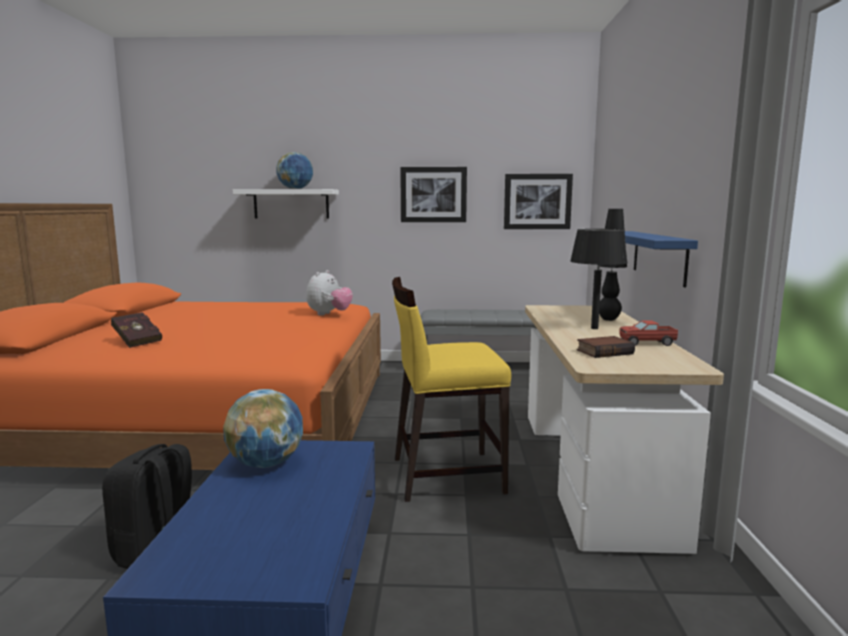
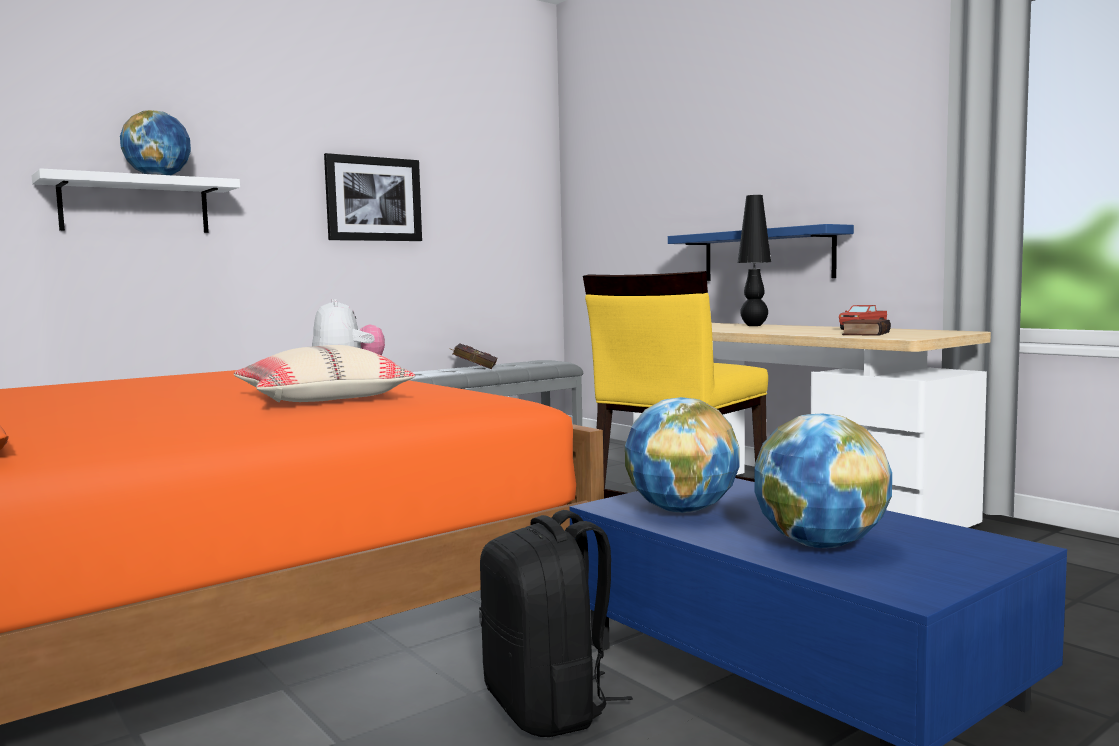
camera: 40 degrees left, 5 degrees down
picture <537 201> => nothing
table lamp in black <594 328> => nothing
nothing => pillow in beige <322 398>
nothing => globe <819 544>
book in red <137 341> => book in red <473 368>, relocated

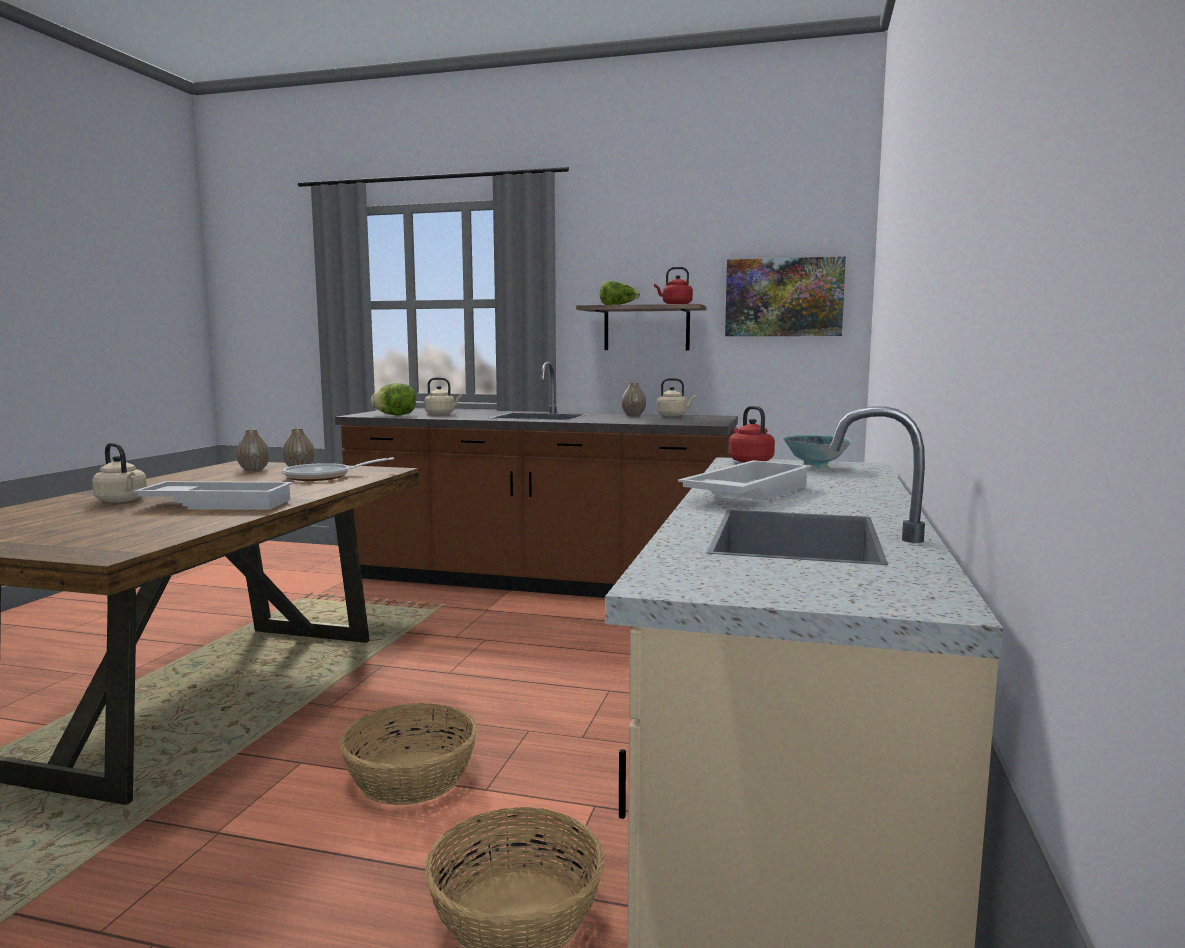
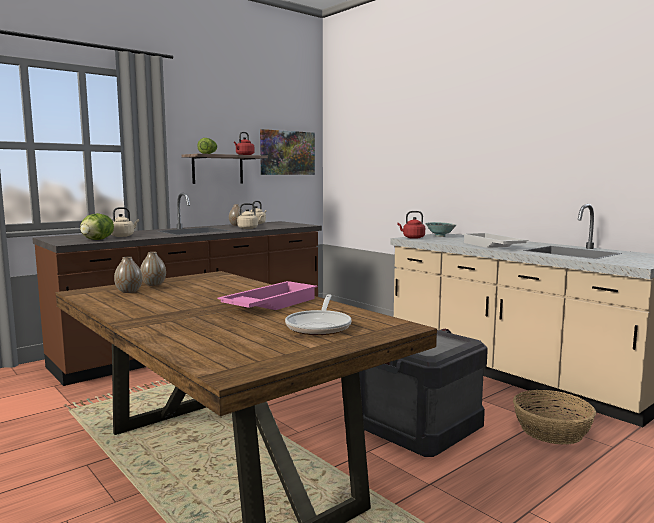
camera: 55 degrees left, 0 degrees up
kettle in beige <122 500> => kettle in beige <249 228>, relocated
frying pan <324 477> => frying pan <319 326>, relocated
basket <410 777> => crate <417 428>
tray in white <219 504> => tray in pink <269 304>

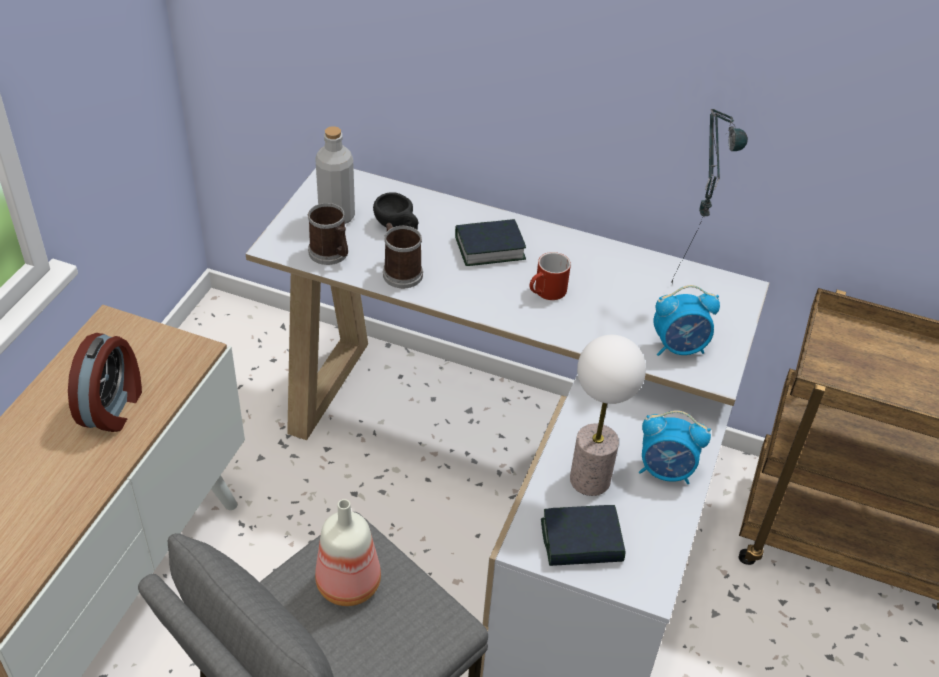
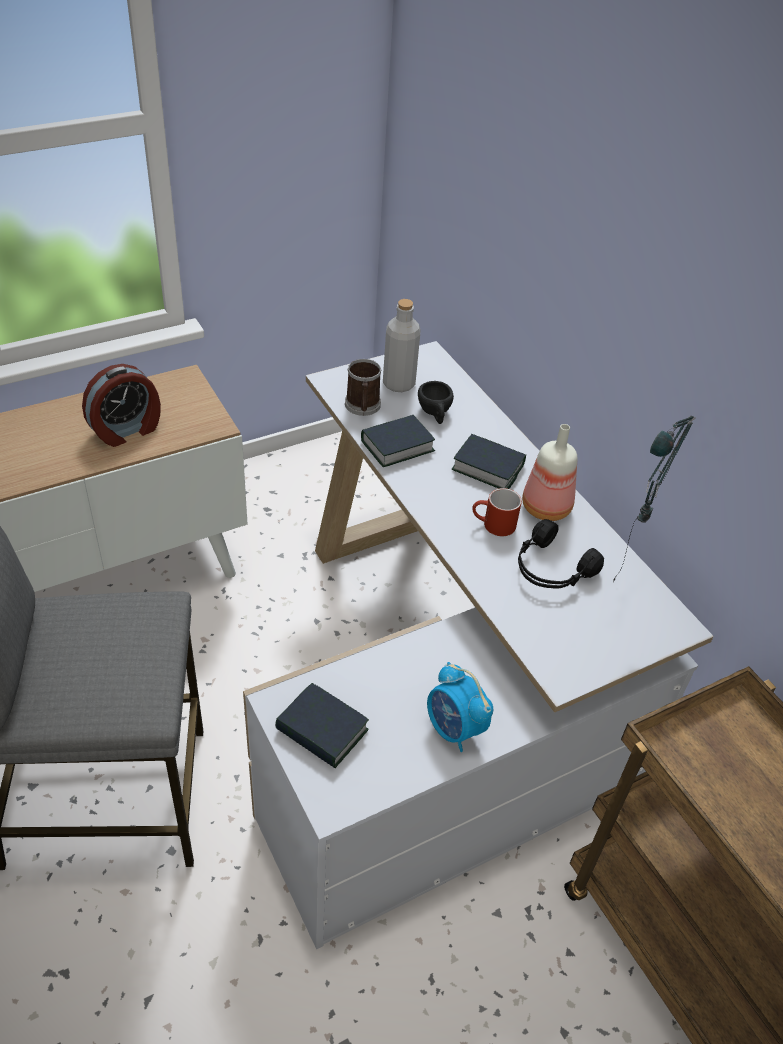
camera: 40 degrees right, 0 degrees up
table lamp <590 480> => nothing
alarm clock <679 347> => nothing
nothing => headphones in black <551 569>
bottle <348 581> => bottle <546 507>, relocated
mug <400 272> => book <397 446>

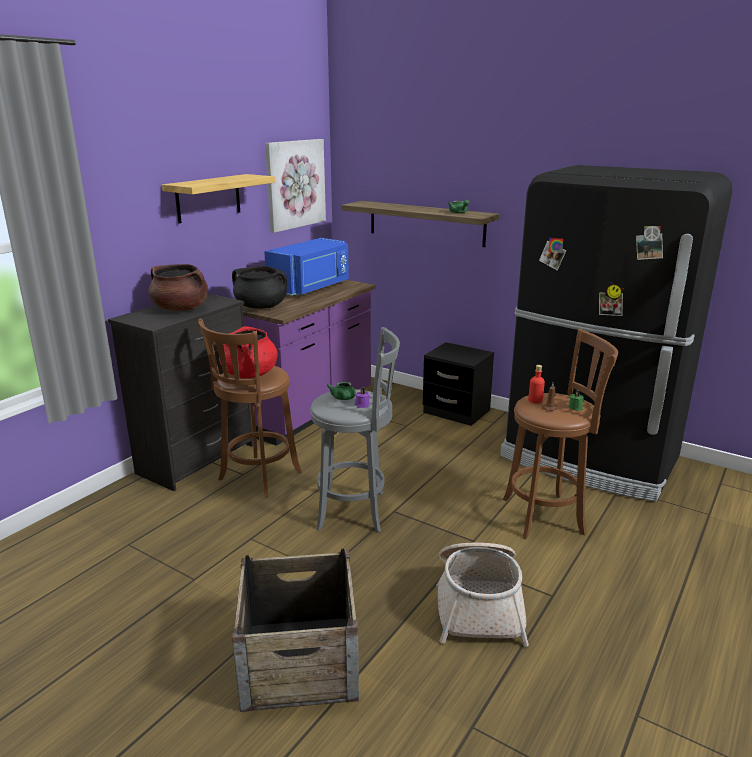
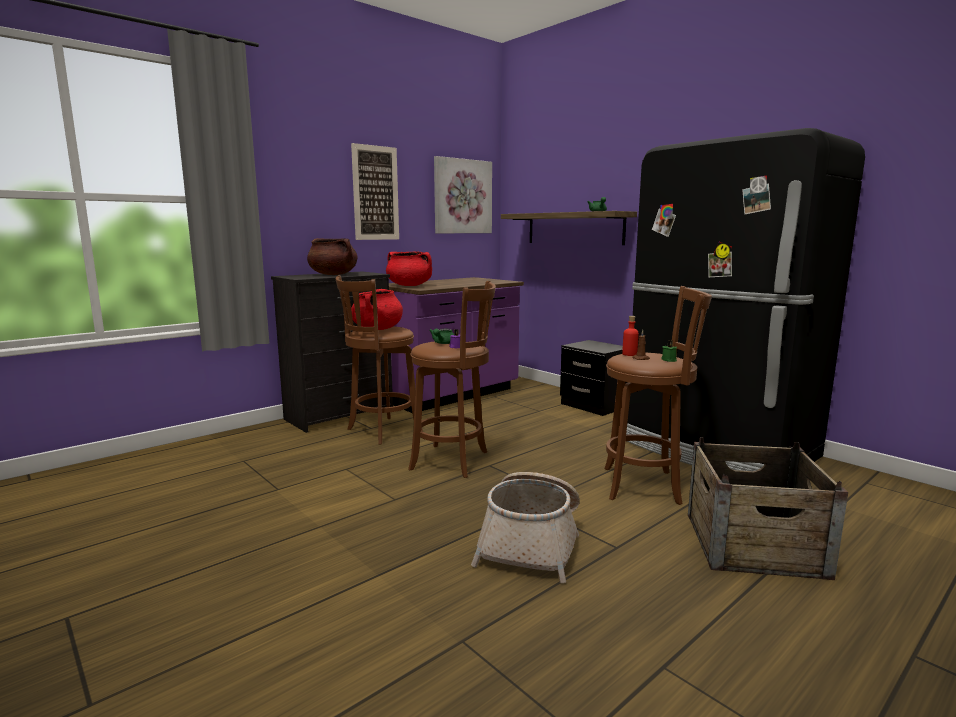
camera: 15 degrees right, 10 degrees down
microwave in blue <311 288> => nothing
crate <300 661> => crate <754 544>, relocated
shelf <208 198> => picture <375 193>
cooking pot in black <261 307> => cooking pot in red <410 285>
stool in grey <356 511> => stool in brown <453 461>

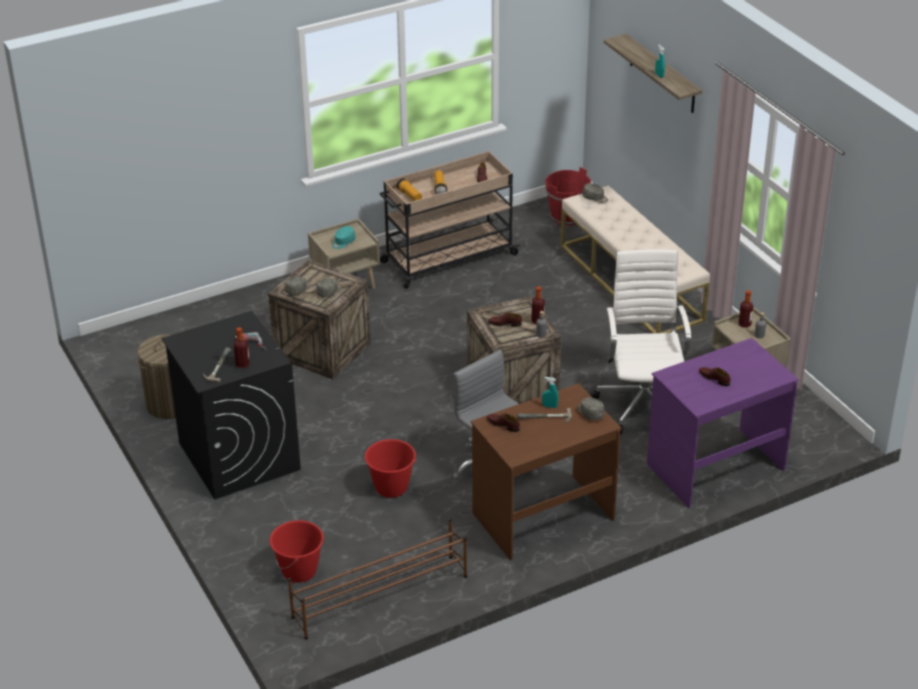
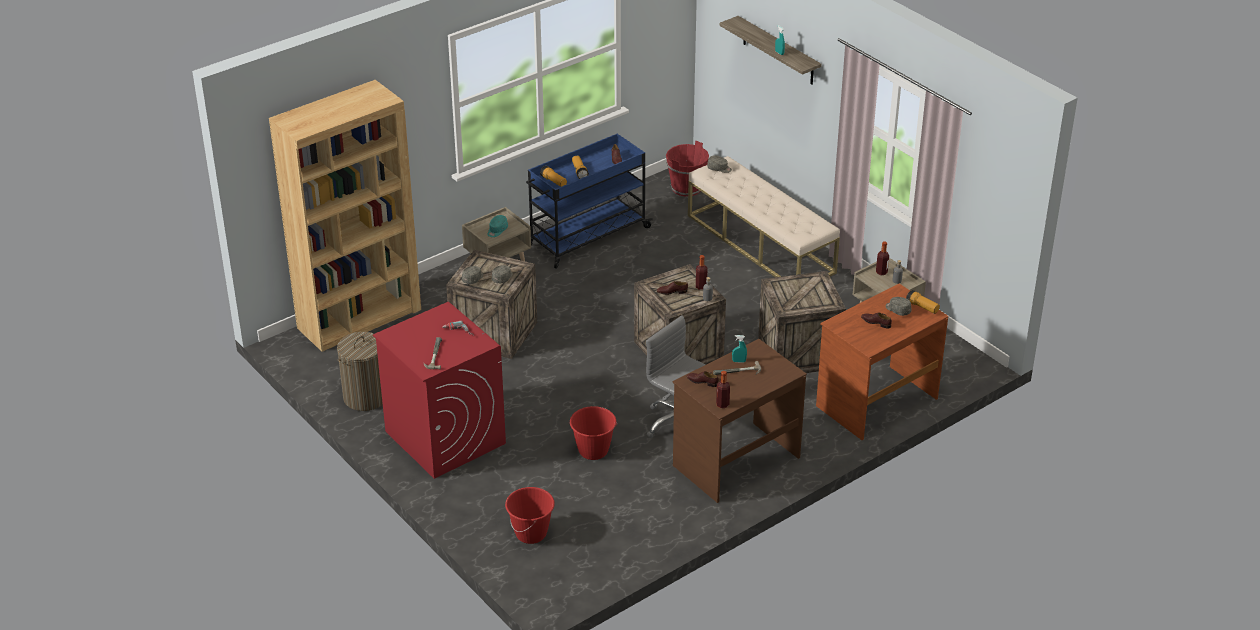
camera: 10 degrees left, 0 degrees up
shoe rack in brown <379 596> => nothing
nothing => bookcase in brown <360 318>
nothing => flashlight <922 307>
bottle <242 364> => bottle <722 404>, relocated
cap in grey <590 413> => cap in grey <897 310>, relocated
office chair in white <643 403> => crate <799 352>
washing machine in black <238 456> => washing machine in red <444 437>
cart in beige <447 258> => cart in blue <586 237>
desk in purple <715 466> => desk in brown <876 401>

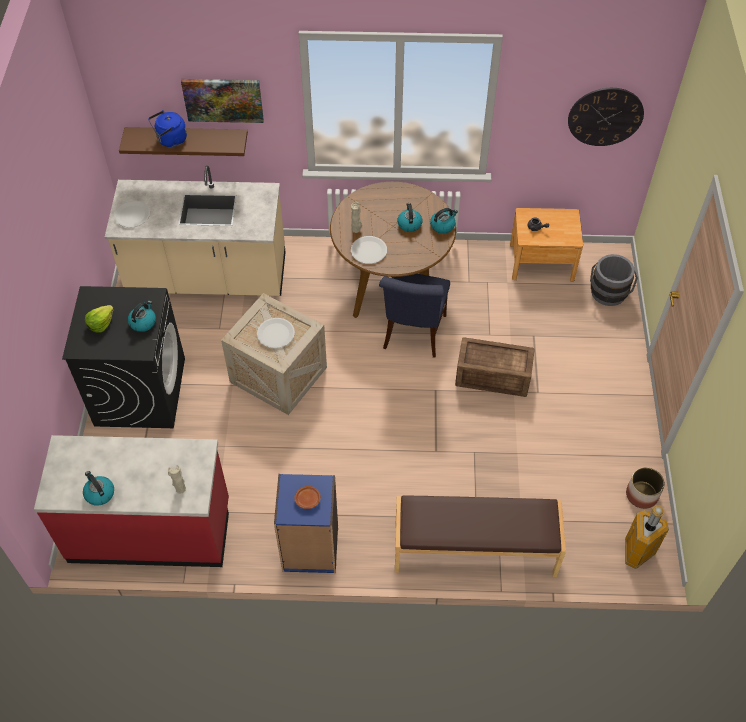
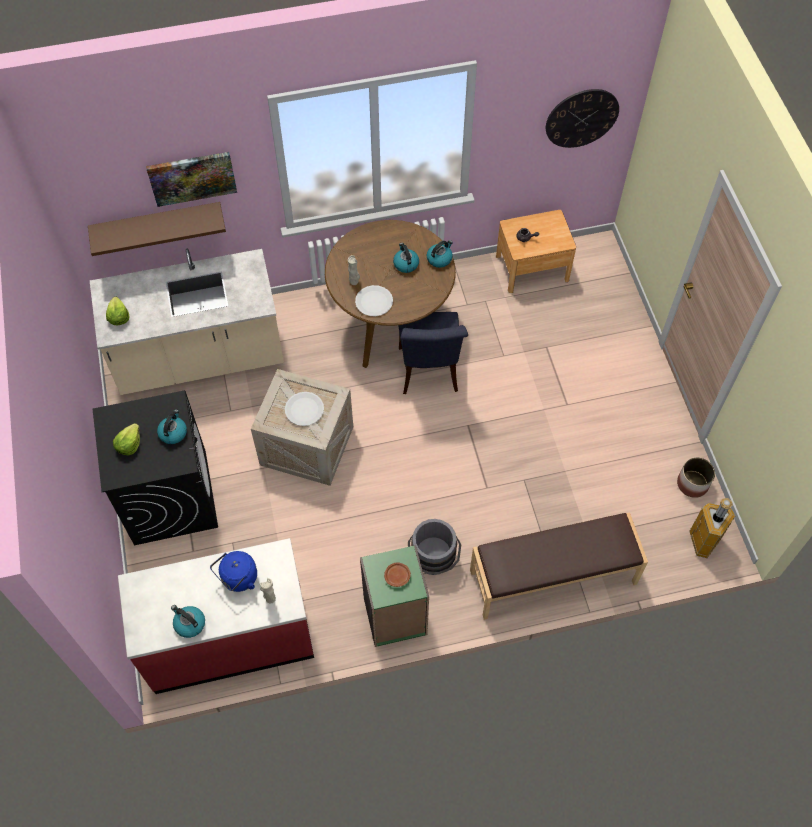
camera: 15 degrees left, 5 degrees up
crate <491 376> => nothing
kettle in blue <170 140> => kettle in blue <238 579>, relocated
bucket in grey <608 295> => bucket in grey <433 560>, relocated
plate in white <132 215> => lettuce <118 317>
bookcase in blue <310 549> => bookcase in green <395 617>

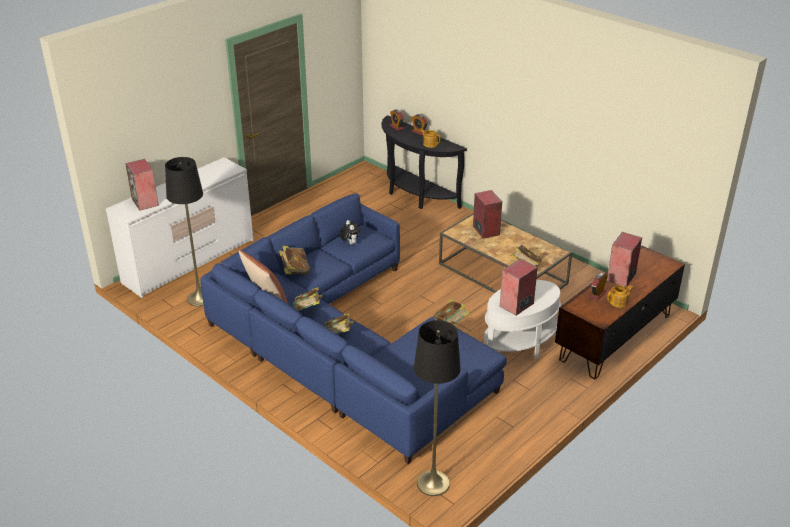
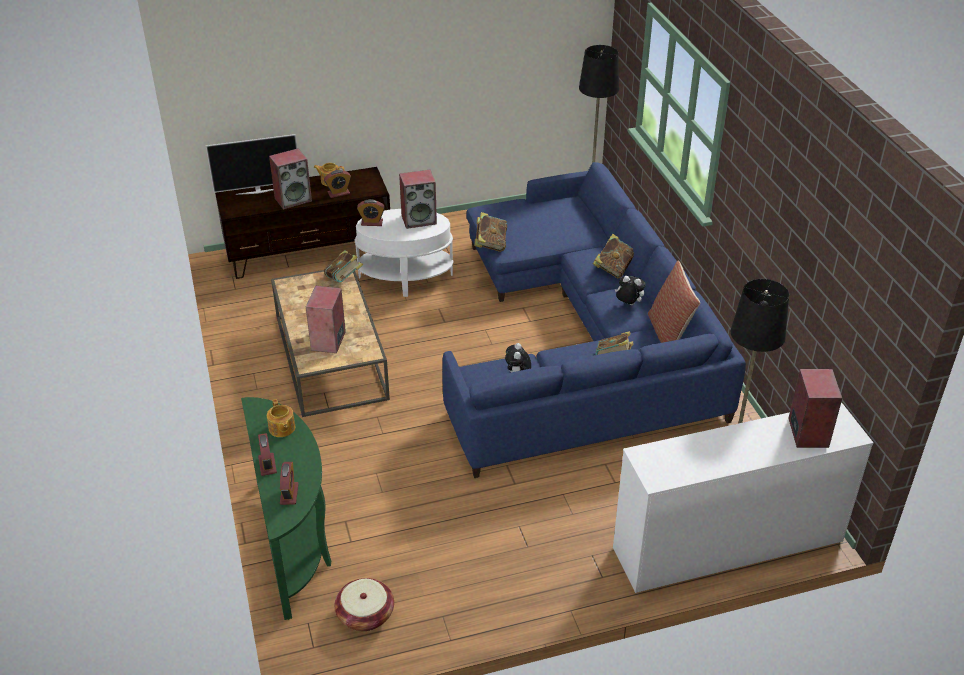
camera: 150 degrees left, 5 degrees up
nothing => television <258 191>
nothing => basket <365 615>
nothing => alarm clock <372 223>
book <308 310> => plush toy <628 304>
console table in black <415 195> => console table in green <295 543>

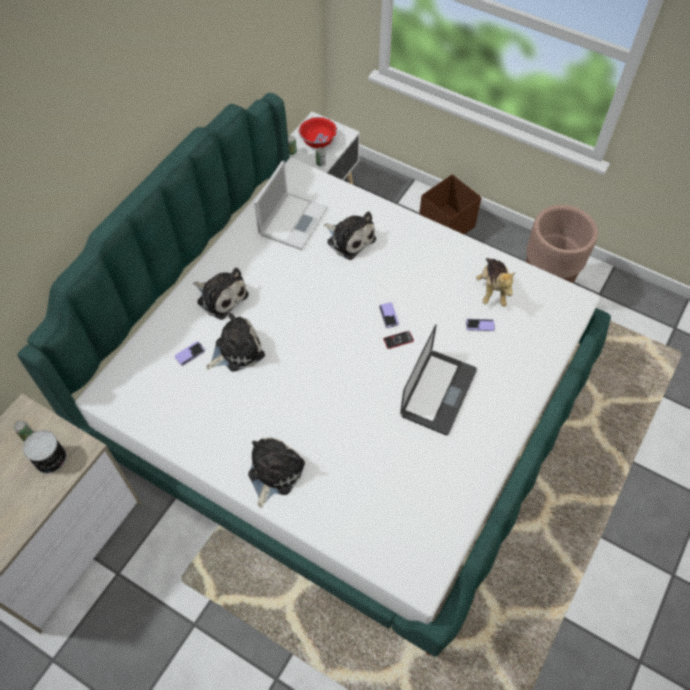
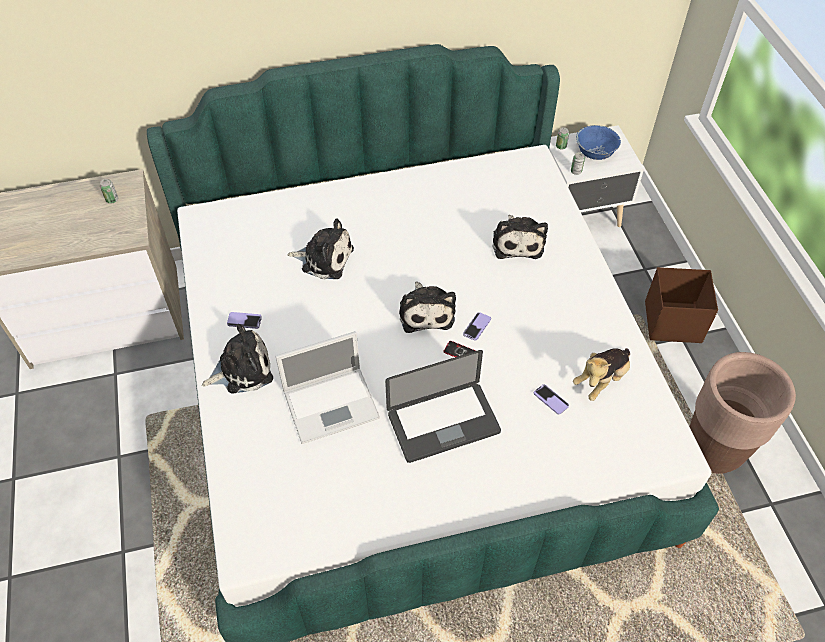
camera: 45 degrees right, 5 degrees down
can <50 459> => nothing
phone <190 354> => phone <244 321>, relocated
plush toy <221 297> => plush toy <426 311>, relocated
laptop <293 220> => laptop <333 404>, relocated
bowl in red <318 141> => bowl in blue <595 152>

